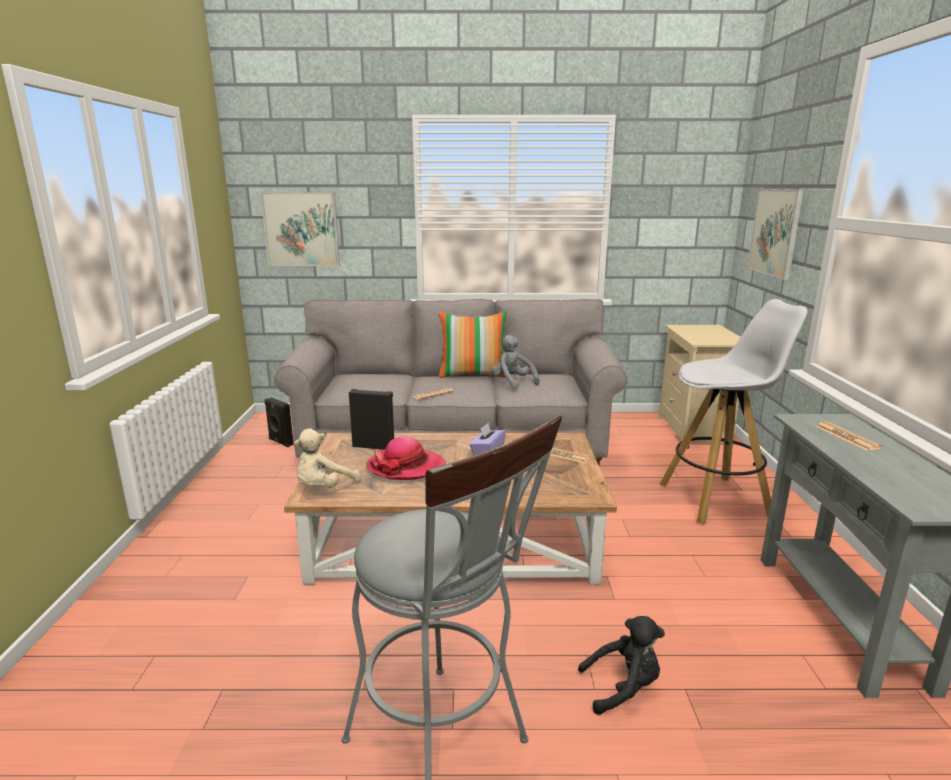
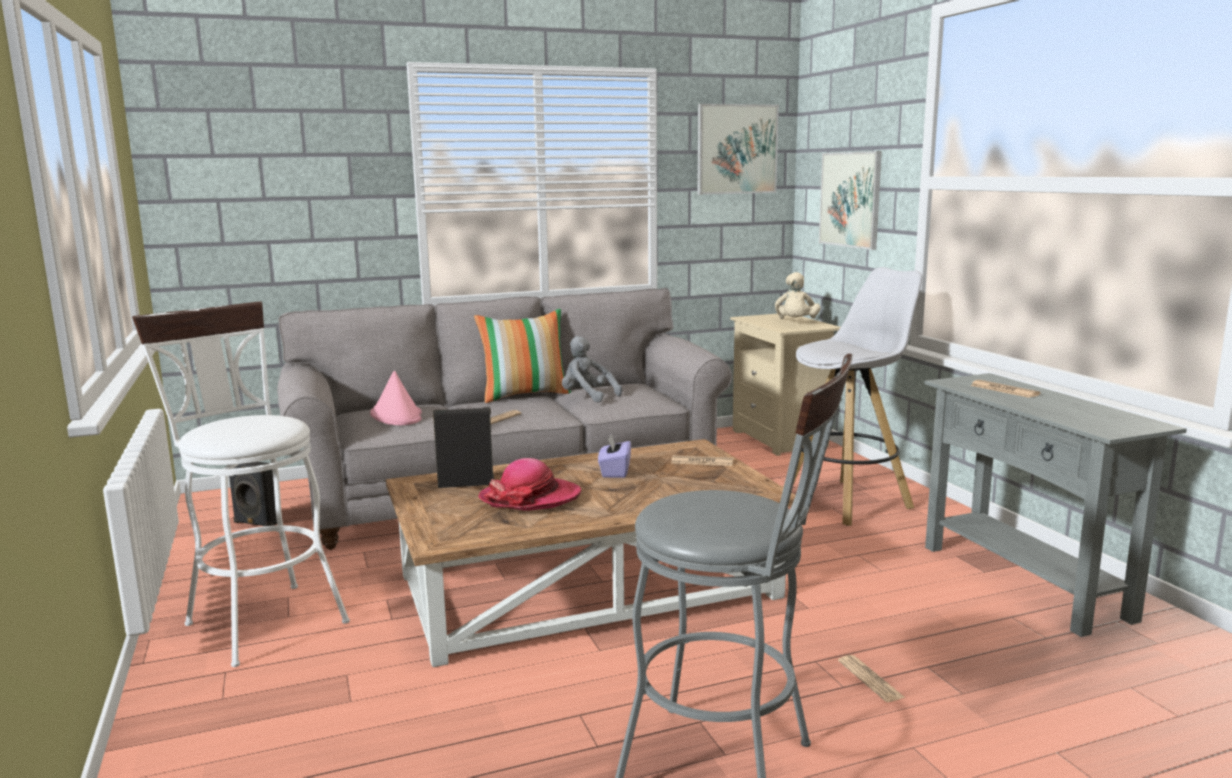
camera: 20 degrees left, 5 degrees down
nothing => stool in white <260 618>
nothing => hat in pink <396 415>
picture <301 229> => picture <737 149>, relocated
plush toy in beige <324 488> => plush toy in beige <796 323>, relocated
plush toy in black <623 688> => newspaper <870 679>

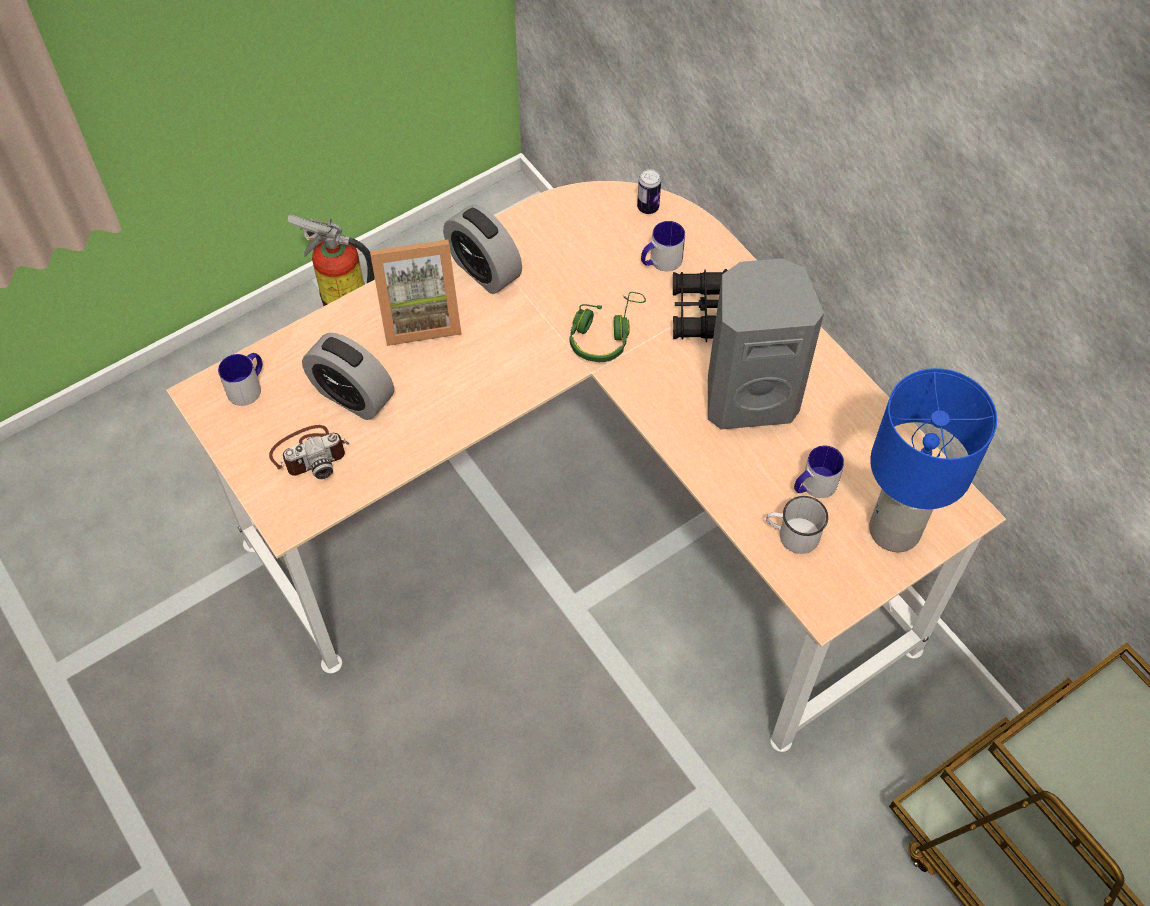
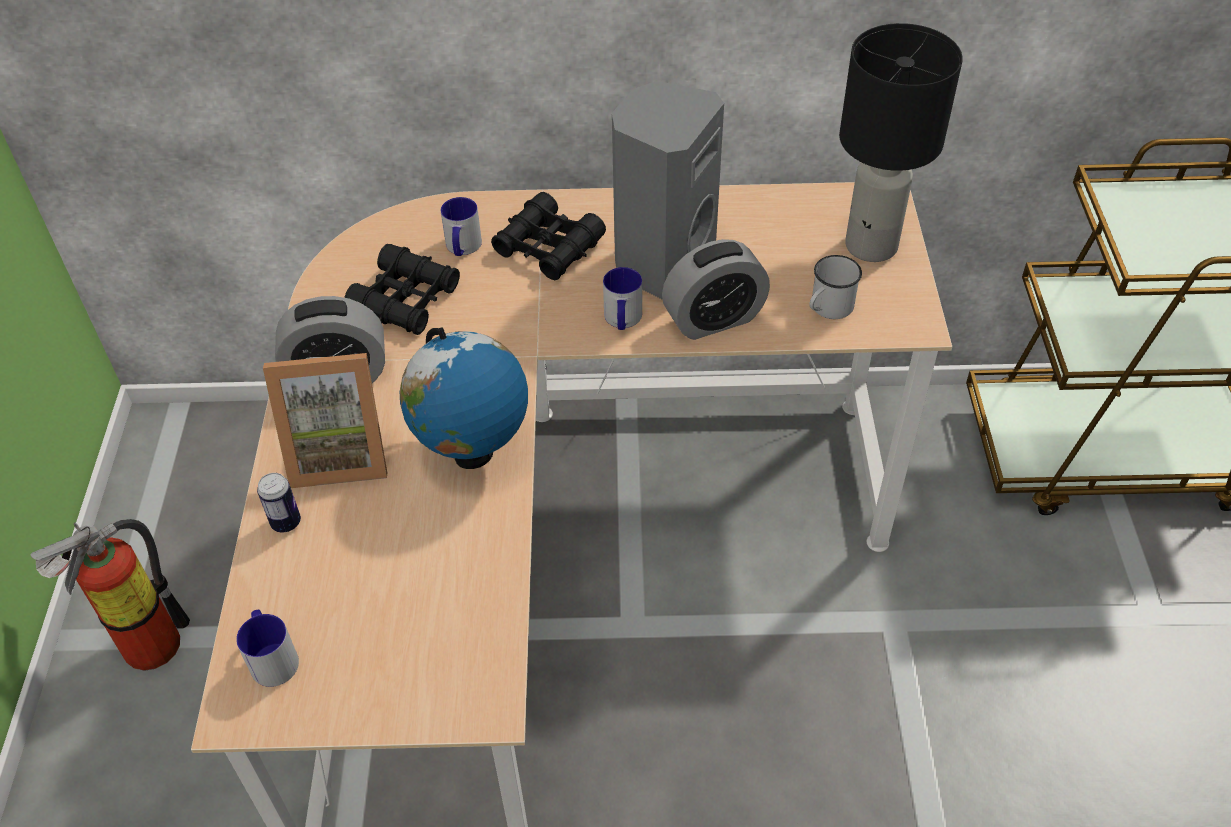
camera: 55 degrees left, 10 degrees down
photo camera <310 453> => nothing
headphones in green <605 334> => nothing
nothing => binoculars in black <405 300>
nothing => globe <473 455>
alarm clock <352 396> => alarm clock <714 319>, relocated
can <648 207> => can <286 522>, relocated
mug <813 486> => mug <622 320>, relocated
table lamp in blue <893 531> => table lamp in black <871 247>
picture frame <419 316> => picture frame <339 454>, 60 degrees clockwise

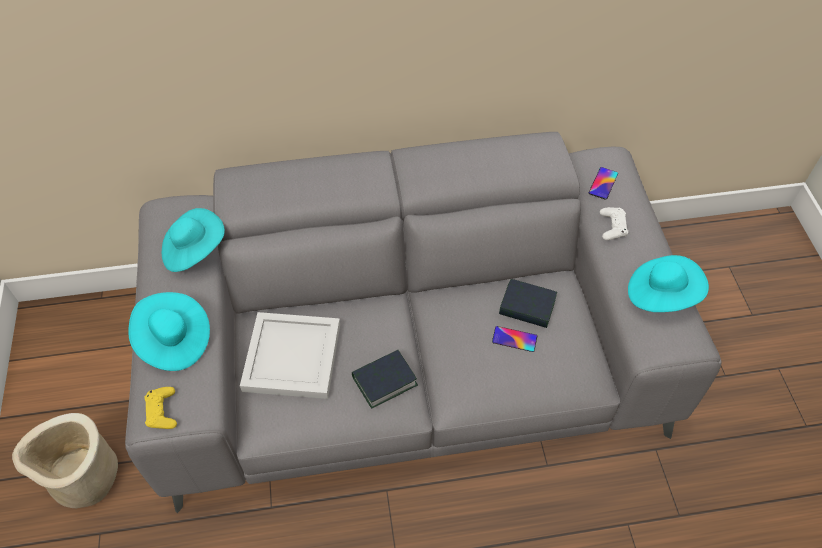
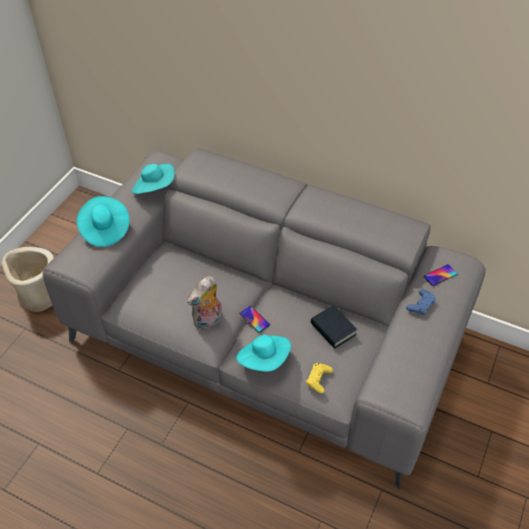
camera: 35 degrees right, 5 degrees down
tray in white <294 356> => nothing
game controller in yellow <162 411> => game controller in yellow <318 379>, relocated
phone <514 339> => phone <254 319>, relocated
hat in turquoise <661 295> => hat in turquoise <264 360>, relocated
book <384 381> => plush toy <208 321>
game controller in white <612 226> => game controller in blue <420 305>

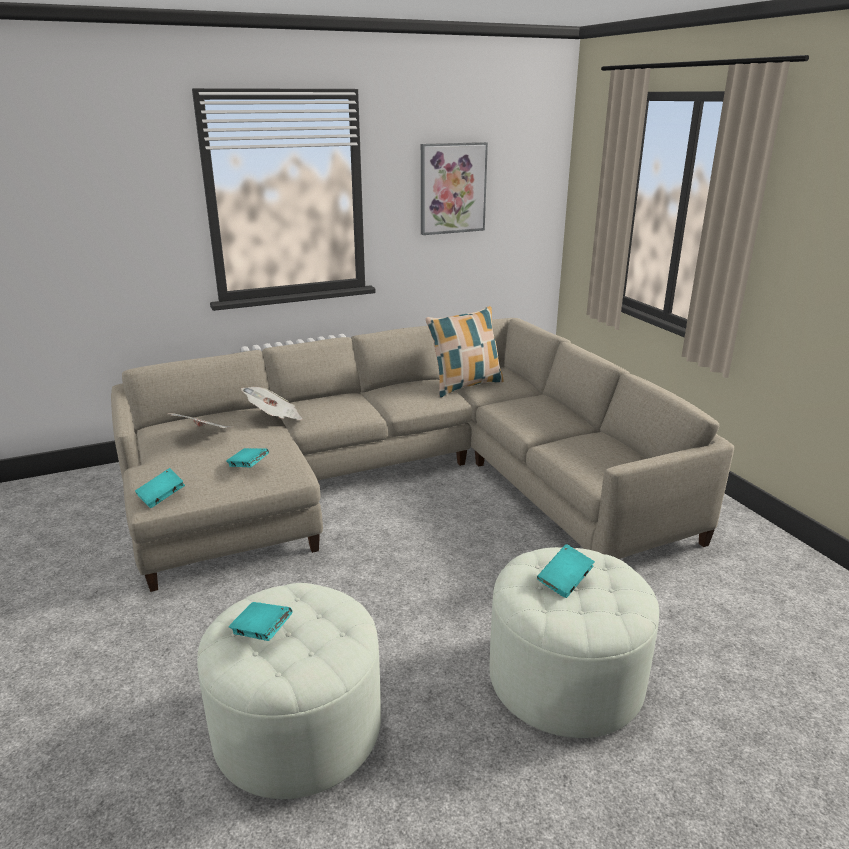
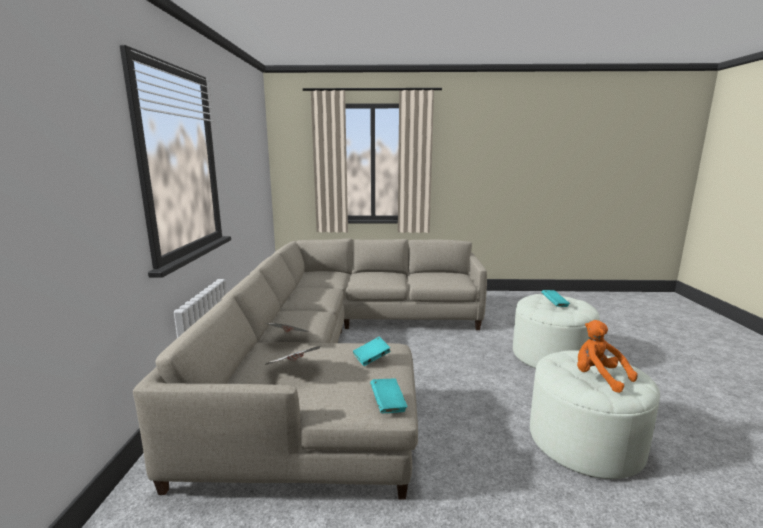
camera: 65 degrees left, 10 degrees down
picture <452 188> => nothing
pillow <465 385> => nothing
book in turquoise <262 632> => plush toy in orange <598 377>

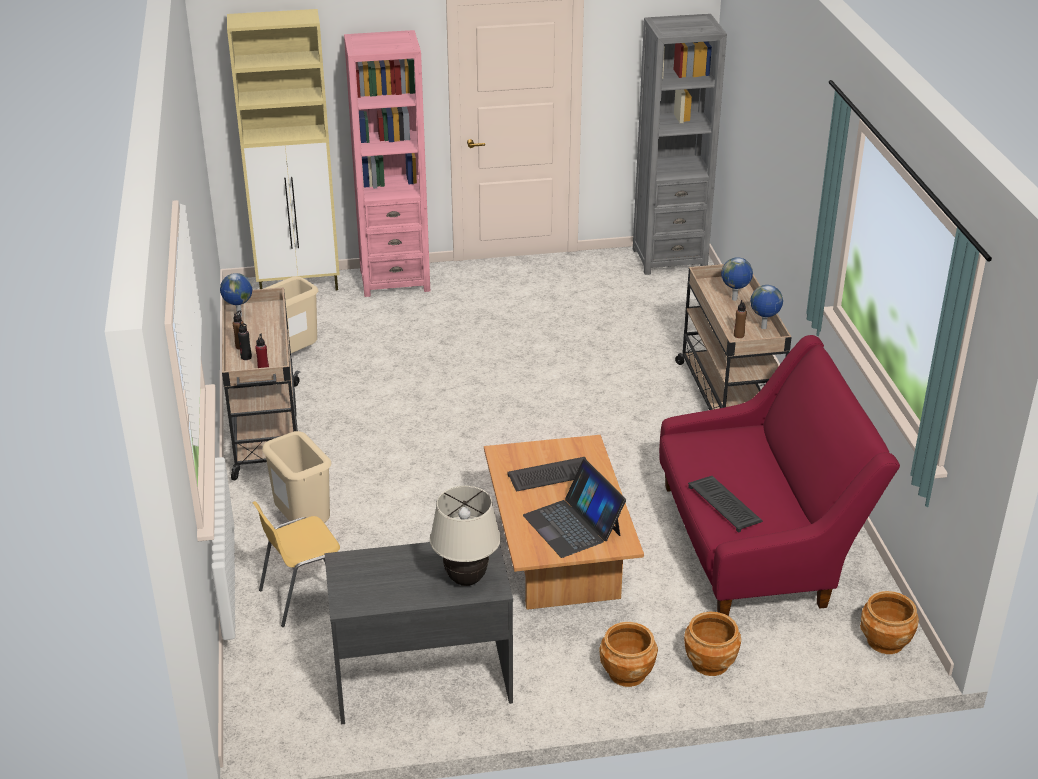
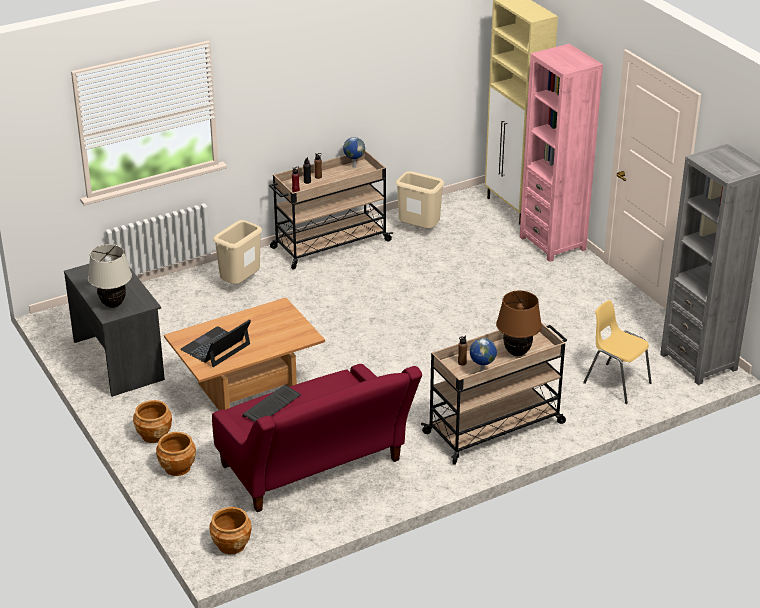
camera: 70 degrees right, 0 degrees up
keyboard <550 477> => nothing
chair in yellow <305 596> => chair in yellow <616 383>, relocated
globe <734 299> => table lamp in brown <517 353>

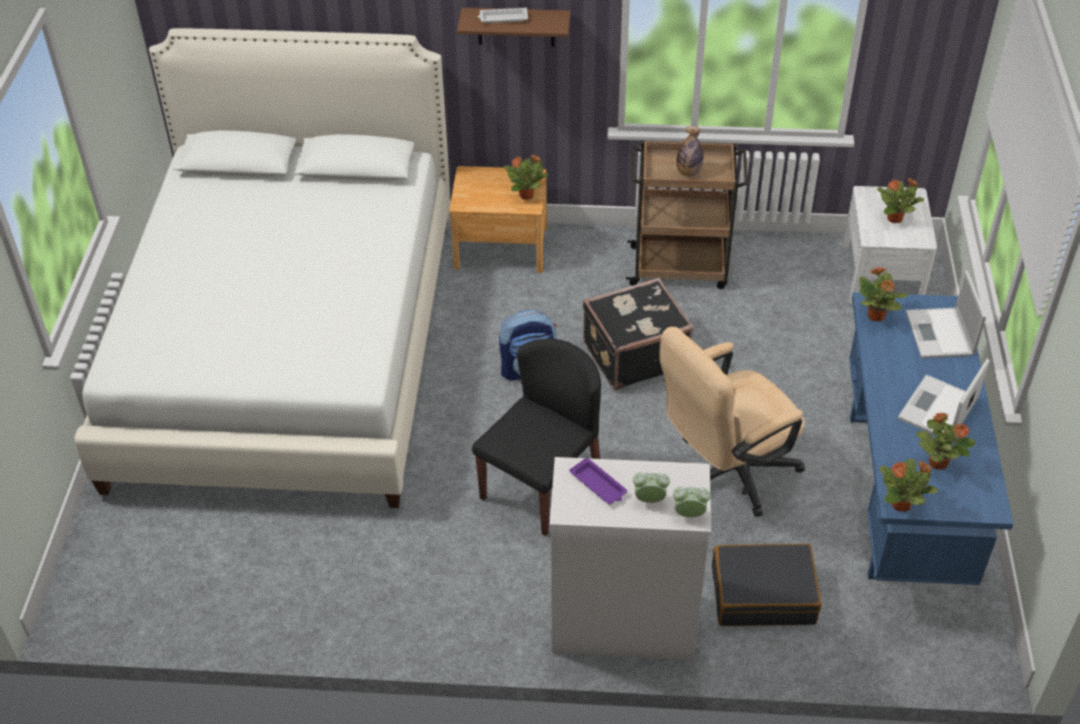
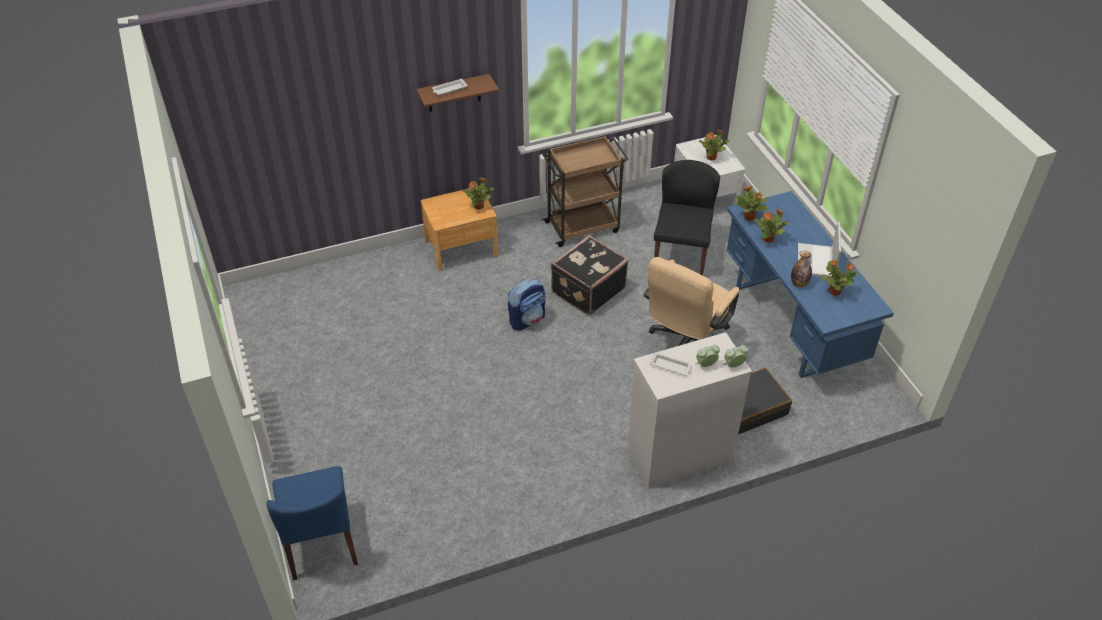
camera: 25 degrees left, 0 degrees up
bed in white <289 348> => nothing
laptop <940 334> => nothing
nothing => chair in blue <321 541>
chair in black <541 485> => chair in black <681 254>, relocated
bottle <688 172> => bottle <799 283>, relocated
potted plant <901 504> => potted plant <768 239>, relocated
tray in purple <599 485> => tray in white <671 366>

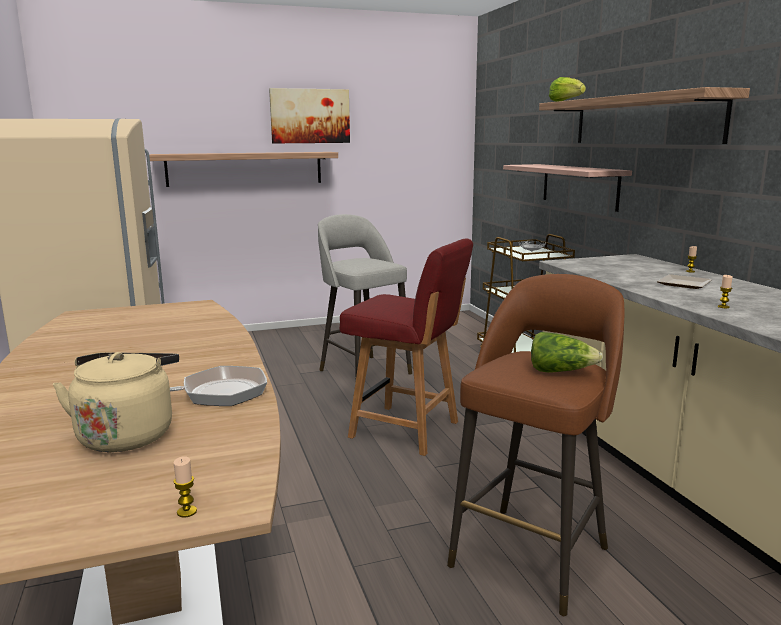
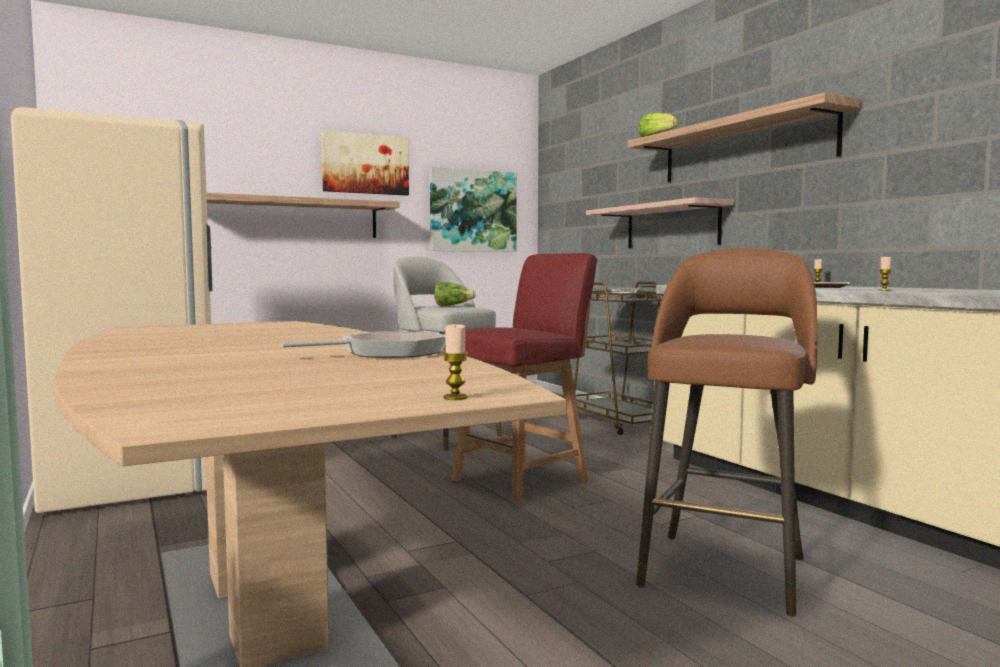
camera: 10 degrees left, 10 degrees down
kettle in beige <127 434> => nothing
nothing => picture <473 211>
lettuce <560 371> => lettuce <452 306>, relocated
chair in red <407 430> => chair in red <522 480>, 60 degrees counterclockwise

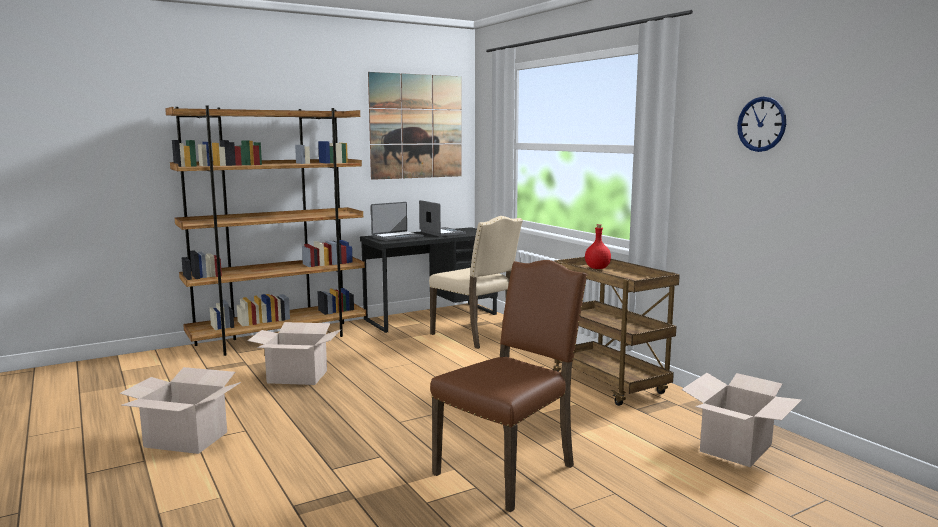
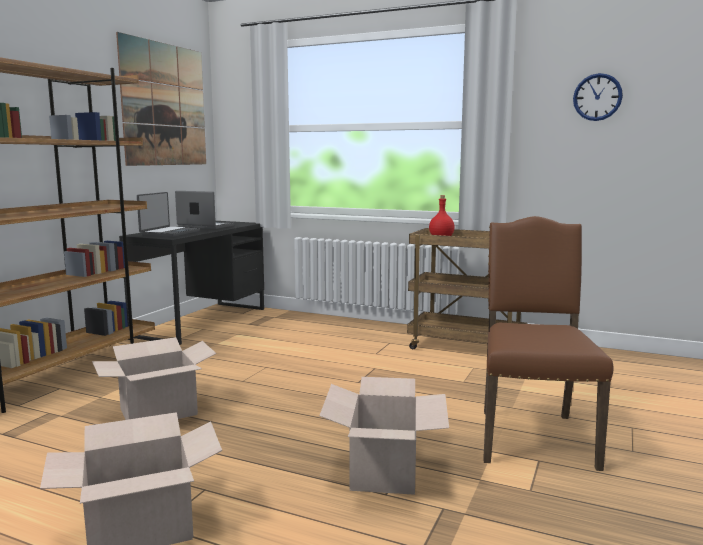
camera: 35 degrees left, 0 degrees up
chair in beige <475 336> => nothing
cardboard box <735 447> => cardboard box <383 471>, relocated

